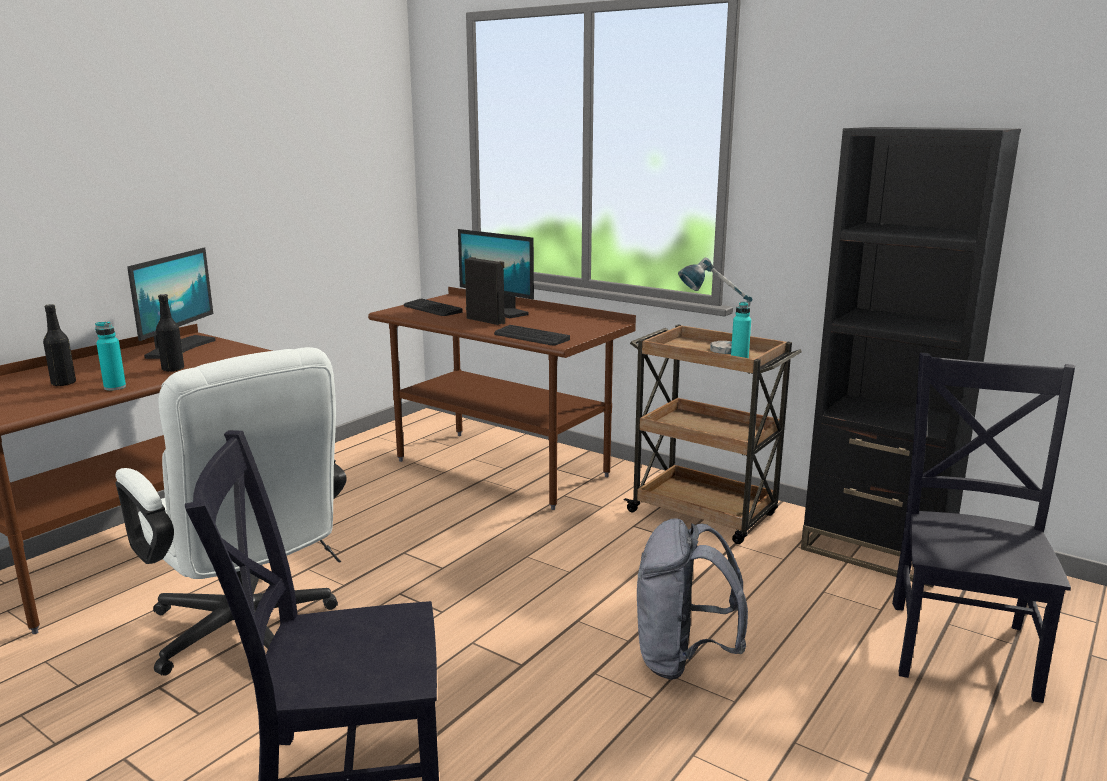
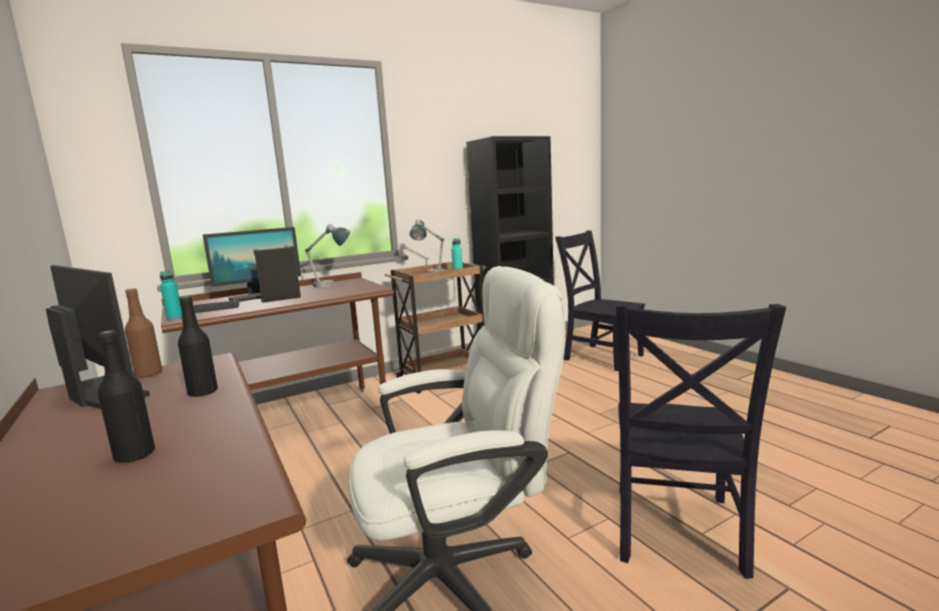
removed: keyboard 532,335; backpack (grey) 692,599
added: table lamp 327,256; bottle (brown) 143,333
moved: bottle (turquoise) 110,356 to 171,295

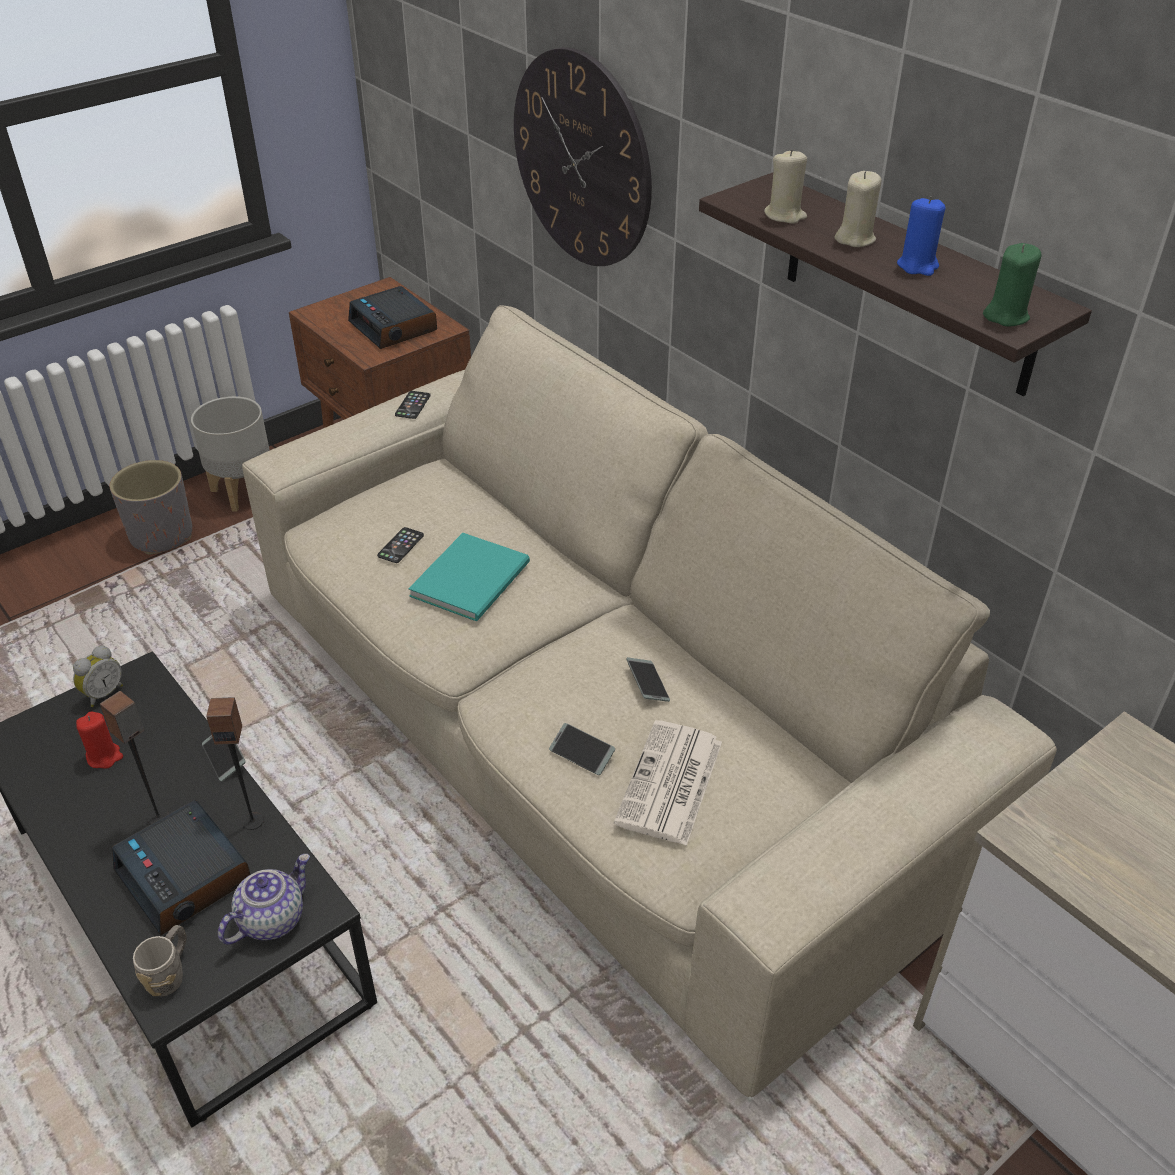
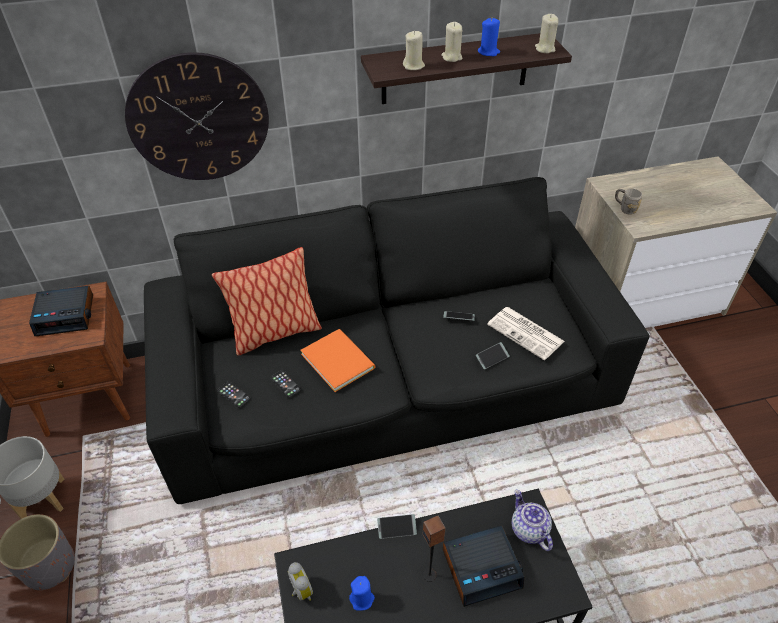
removed: speaker 235,763
added: pillow 267,301
moved: phone 413,405 to 234,394; mug (grey) 160,960 to 628,201
recoloured: candle (green) 1012,284 to candle (beige) 546,33; sofa (beige) 649,701 to sofa (black) 397,340; book (turquoise) 469,577 to book (orange) 337,360; candle (red) 99,740 to candle (blue) 362,593

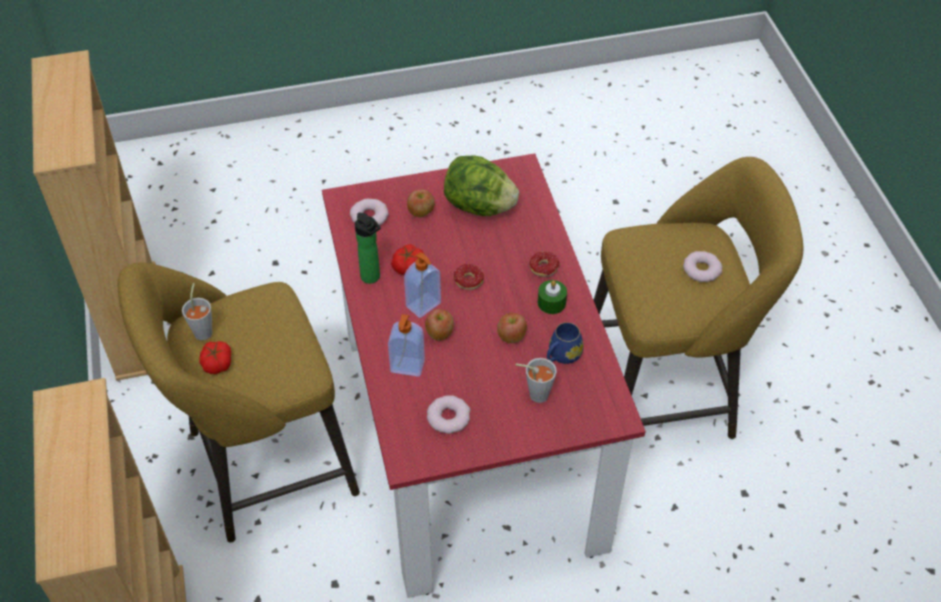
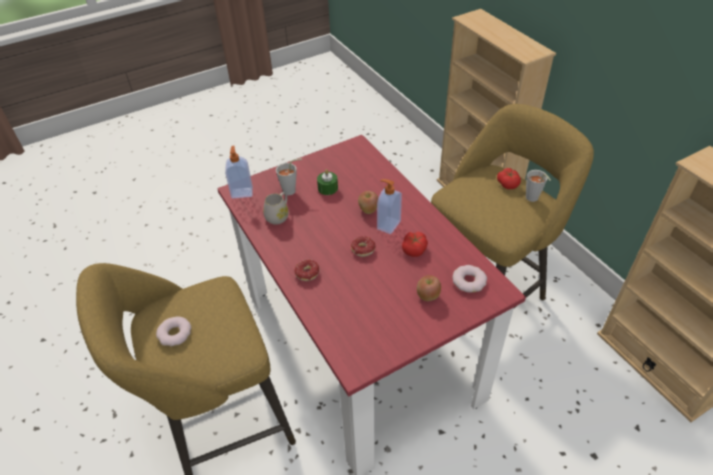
removed: lettuce 481,186; bottle 368,248; apple 512,327; donut 448,414
moved: candle (green) 552,297 to 327,182; soap dispenser 406,345 to 239,172
recoloured: mug (blue) 565,343 to mug (white) 276,208

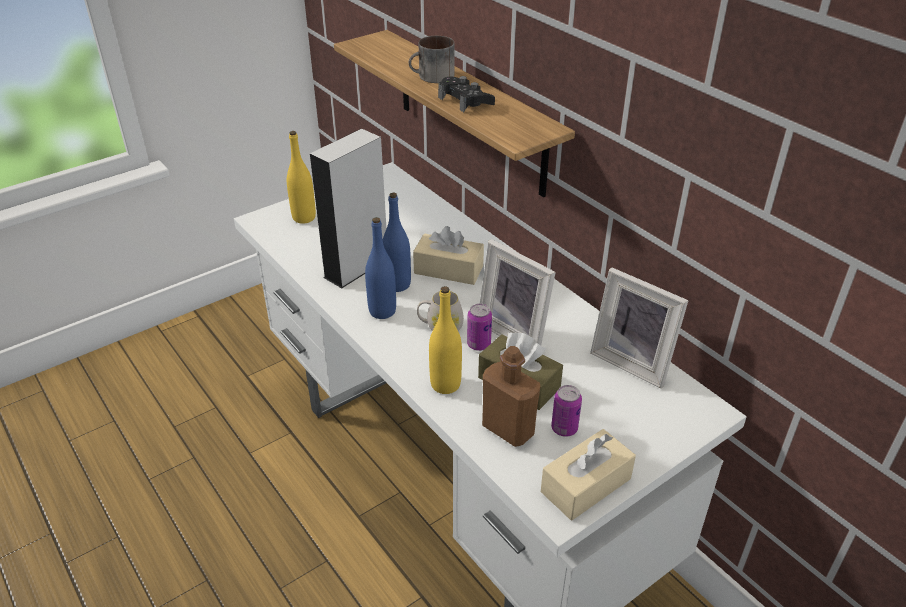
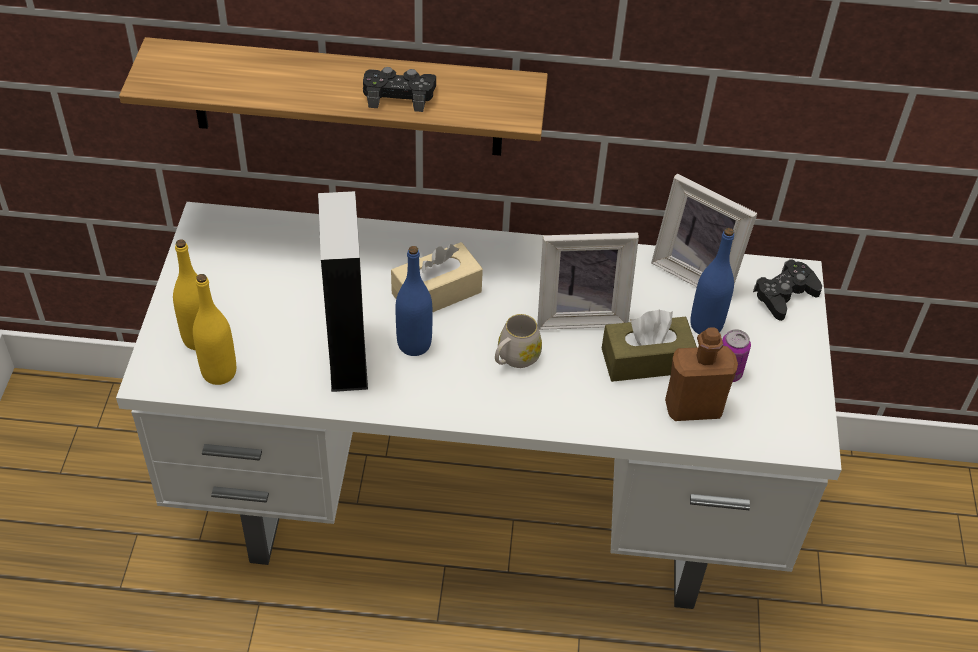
removed: mug 432,59; can 479,327; tissue box (beige) 588,474
added: game controller (black) 787,290
moved: bottle (blue) 380,268 to 712,281; bottle (yellow) 445,340 to 214,329
turned: picture frame 639,327 = 704,230 45 degrees clockwise

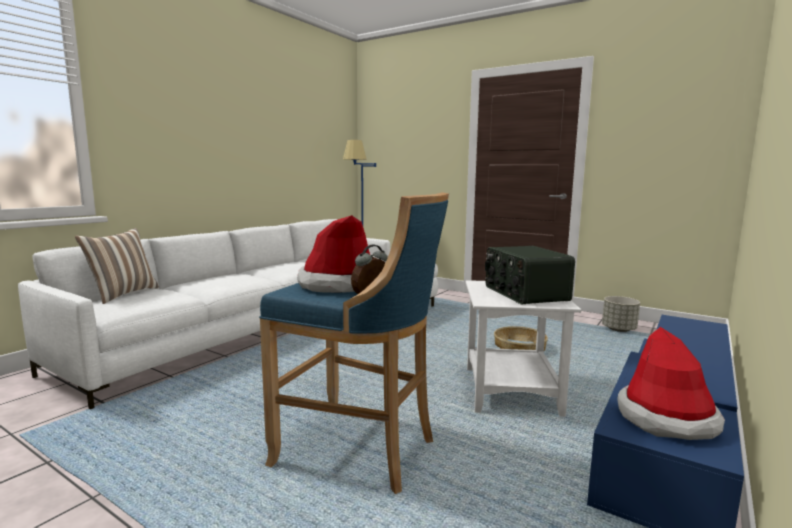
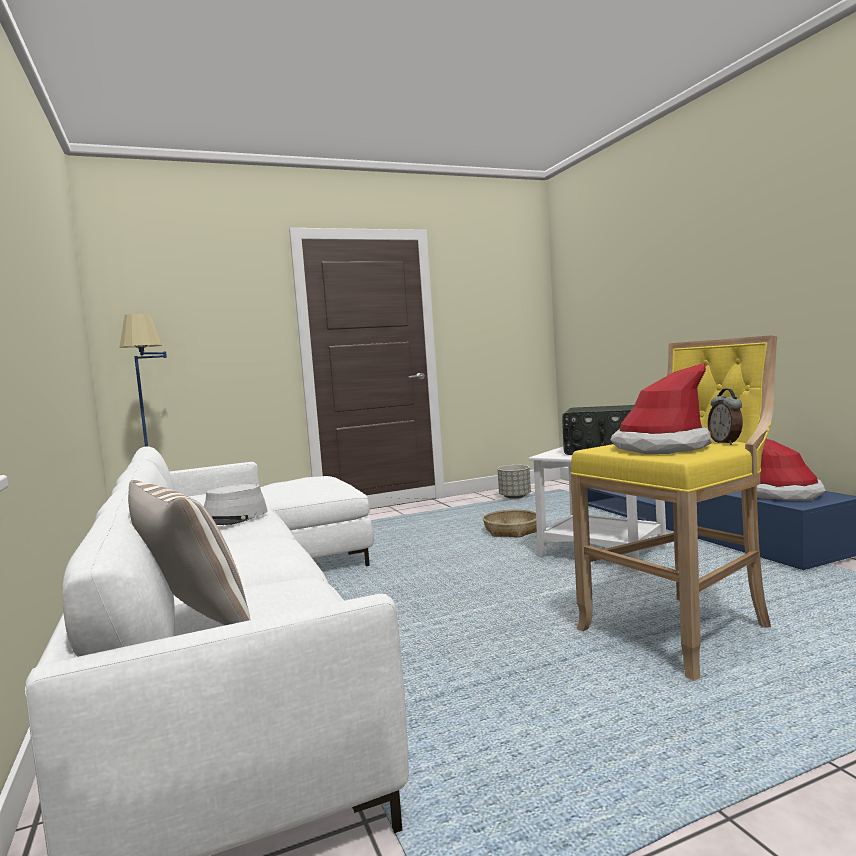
added: hat (grey) 236,504
recoloured: stool (blue) 354,343 to stool (yellow) 673,508

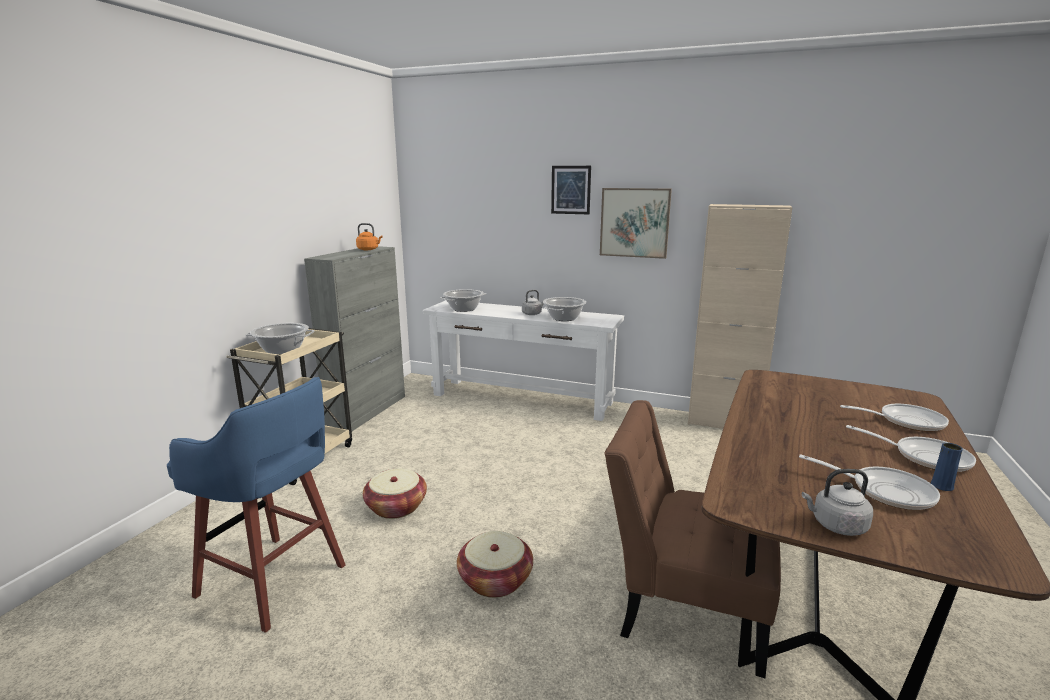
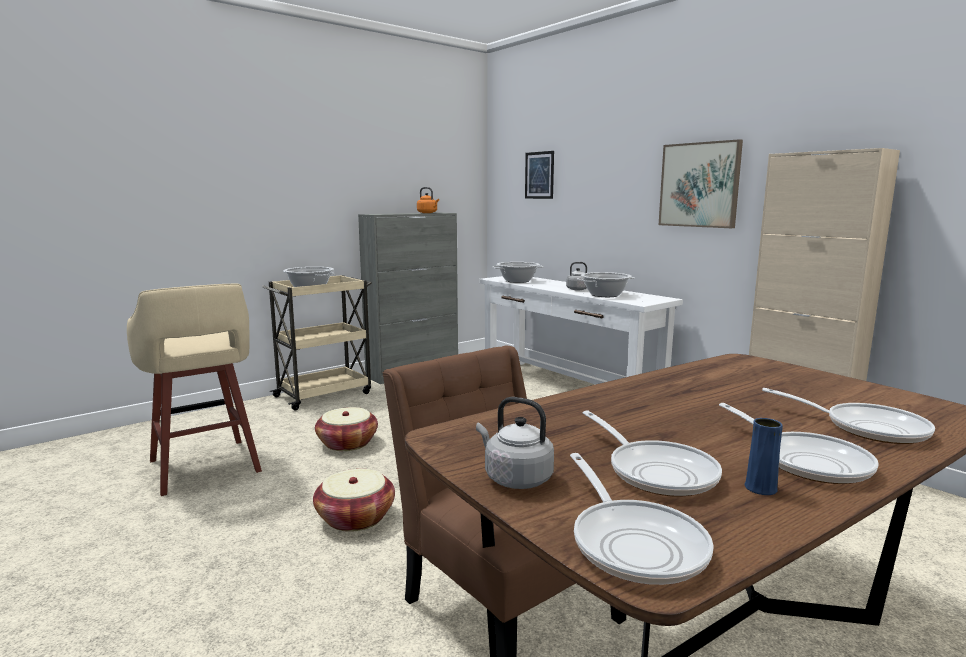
added: frying pan 642,519
moved: picture 571,190 to 539,175
recoloured: stool (blue) 256,505 to stool (beige) 194,390

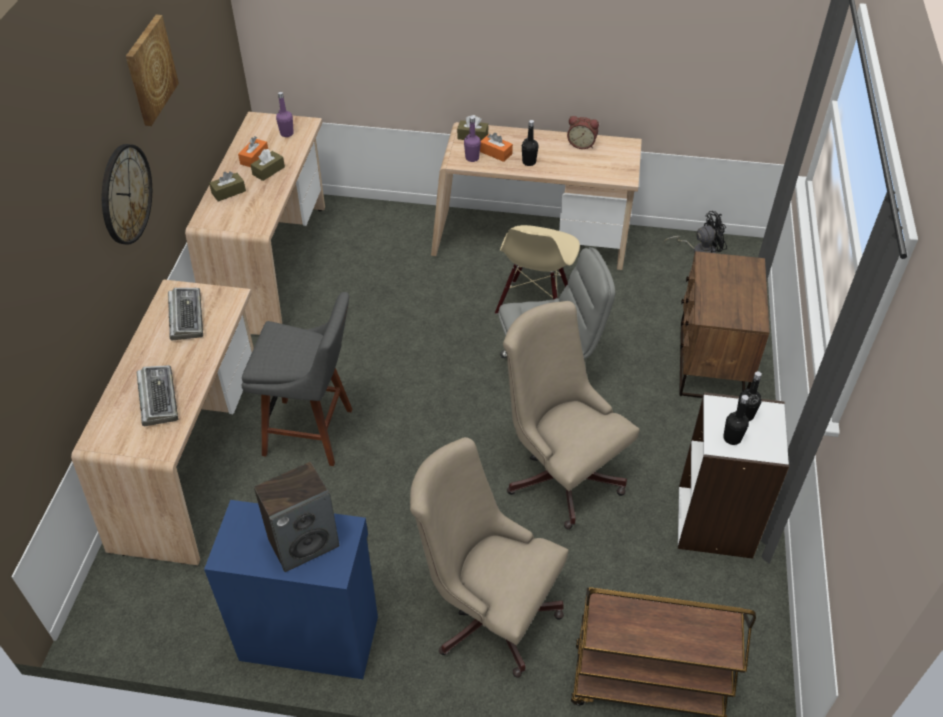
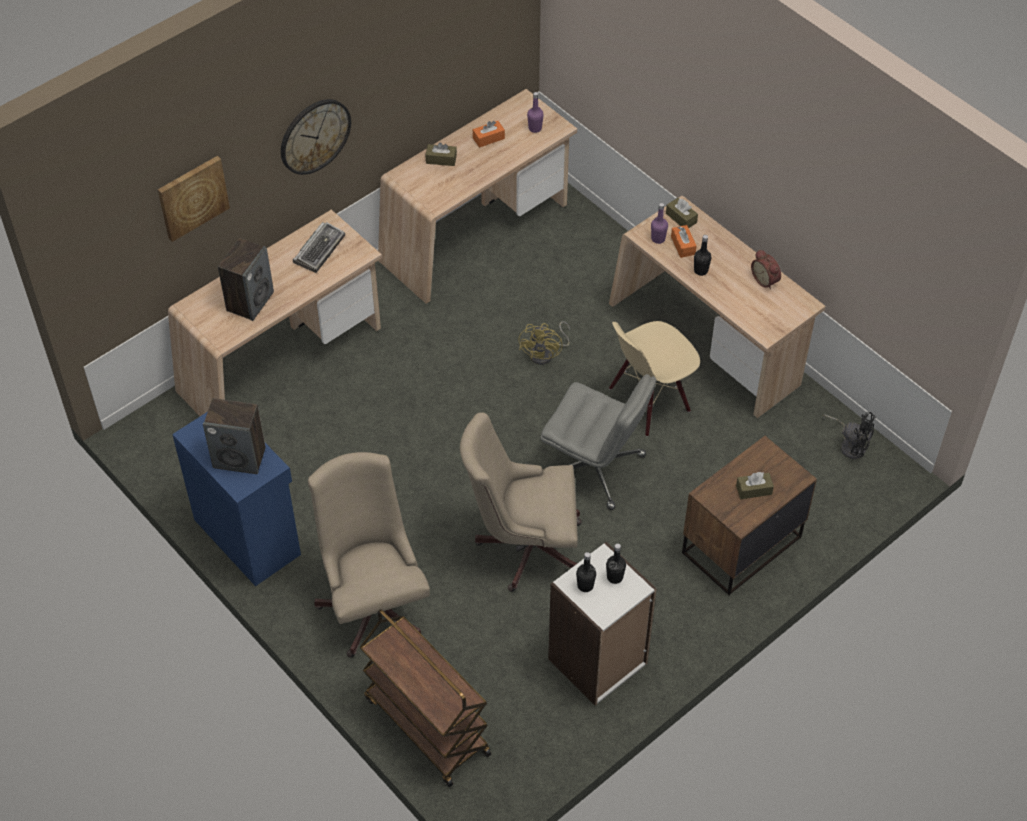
removed: stool (grey) 297,379
added: fan (yellow) 544,343
moved: picture 152,70 to 194,199; tissue box (brown) 267,165 to 755,485
replaced: keyboard 157,395 to speaker 246,279
turned: office chair (beige) 571,415 = 521,502 90 degrees counterclockwise

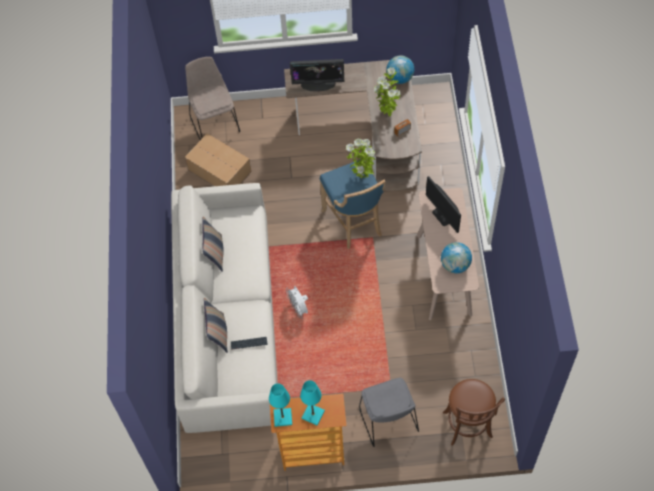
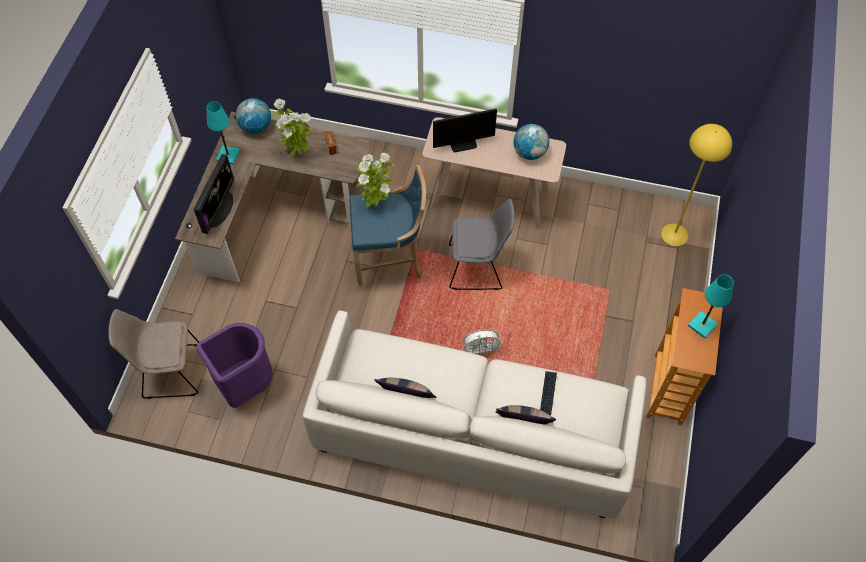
moved: chair (grey) 389,412 to 482,244; table lamp (turquoise) 280,405 to 223,133
replaced: cardboard box 218,159 to trash can (purple) 234,365; stool (brown) 474,412 to floor lamp (yellow) 696,185

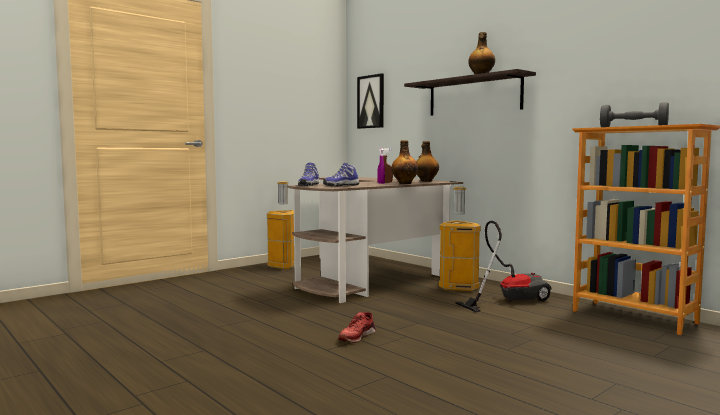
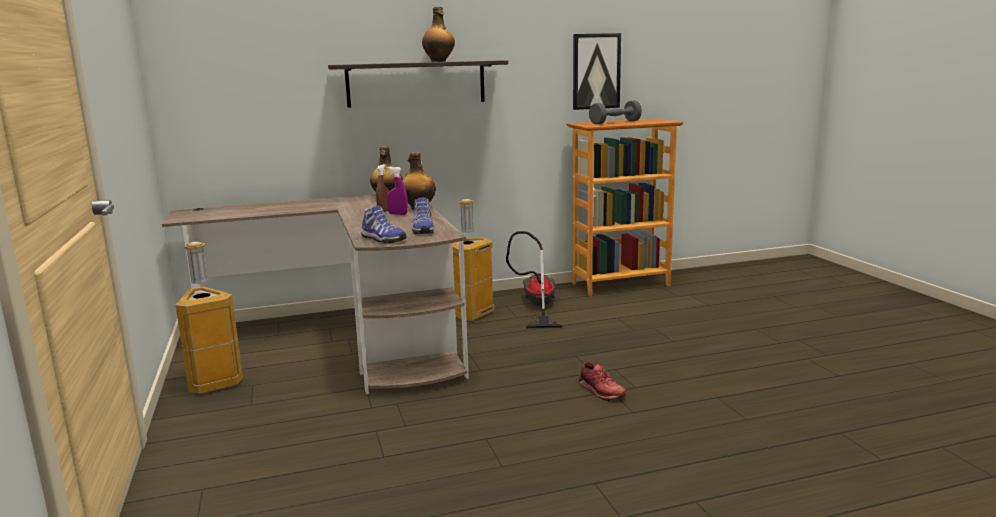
moved: picture 370,101 to 597,71

